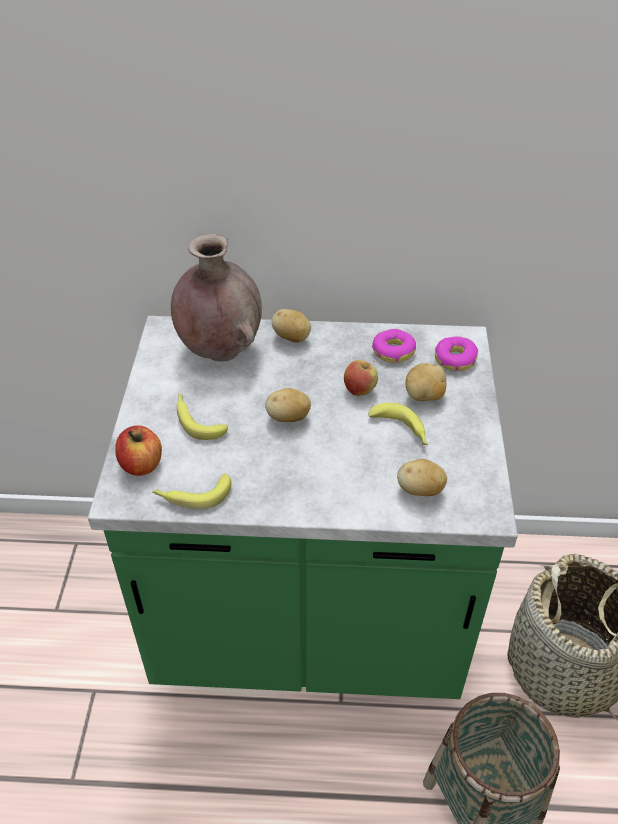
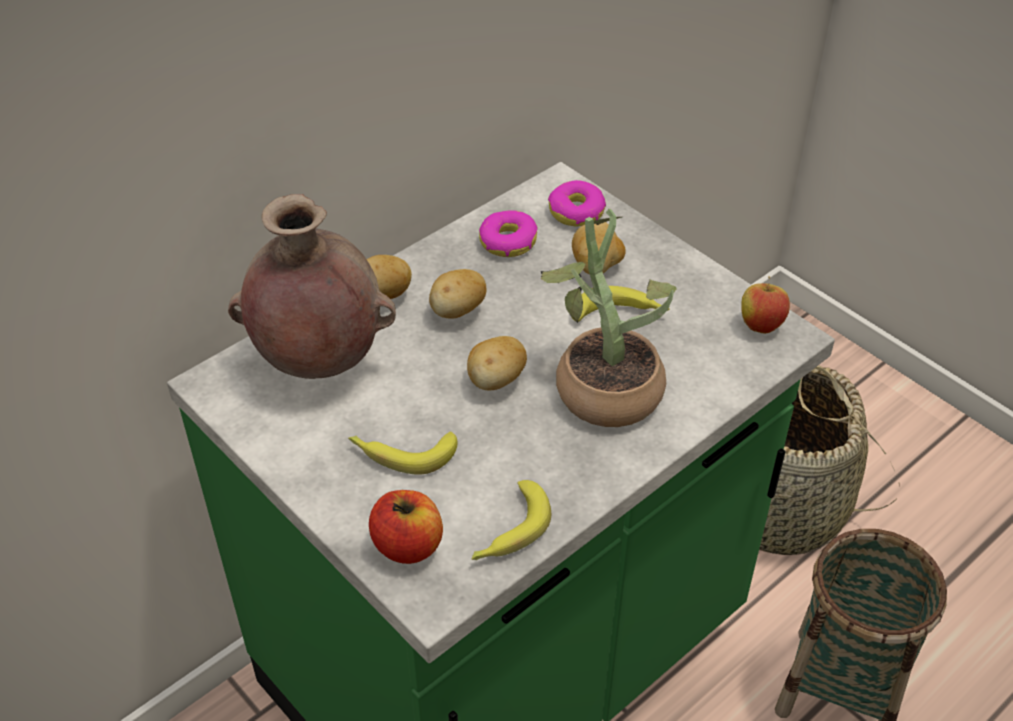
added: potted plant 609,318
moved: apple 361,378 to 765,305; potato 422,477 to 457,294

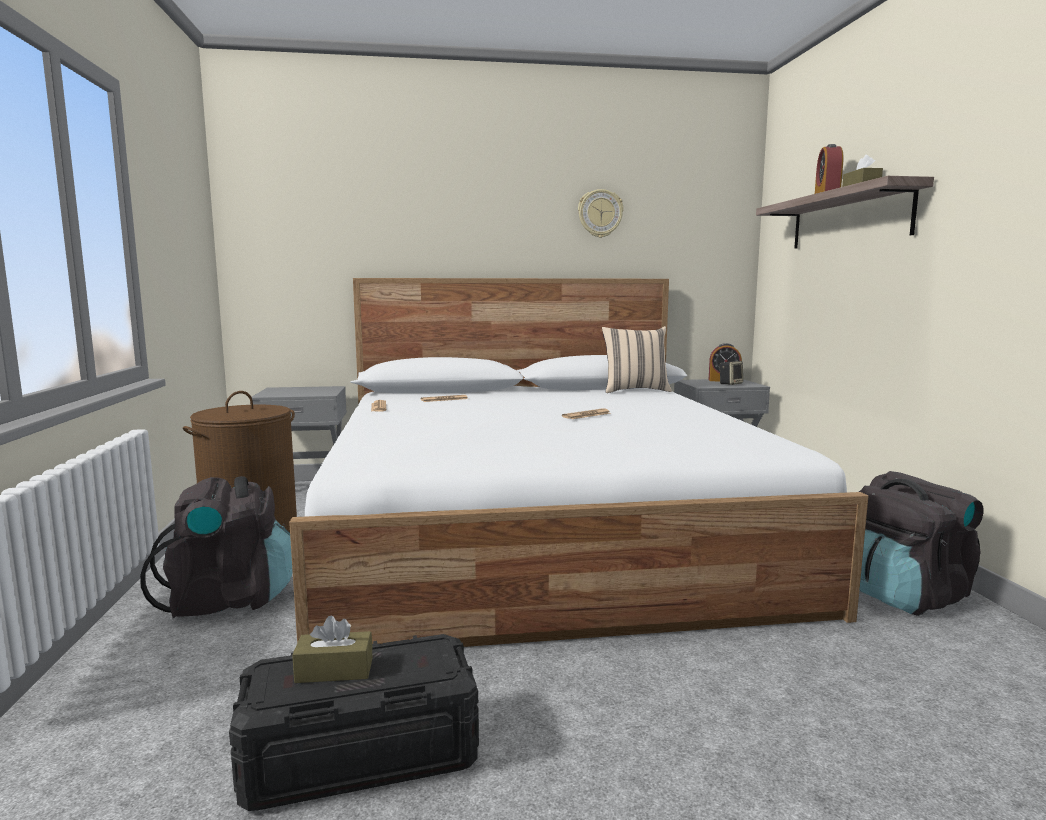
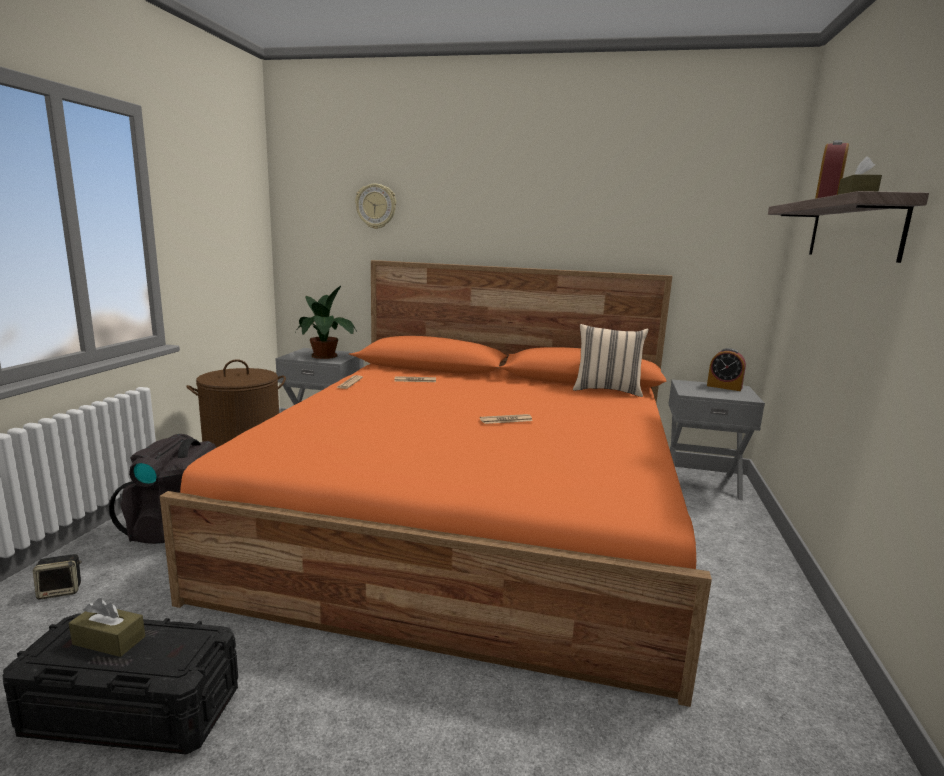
removed: backpack (black) 921,543
added: potted plant 327,322
moved: wall clock 601,213 to 375,206; speaker 731,373 to 57,577
recoloured: bed (white) 578,462 to bed (orange) 436,483

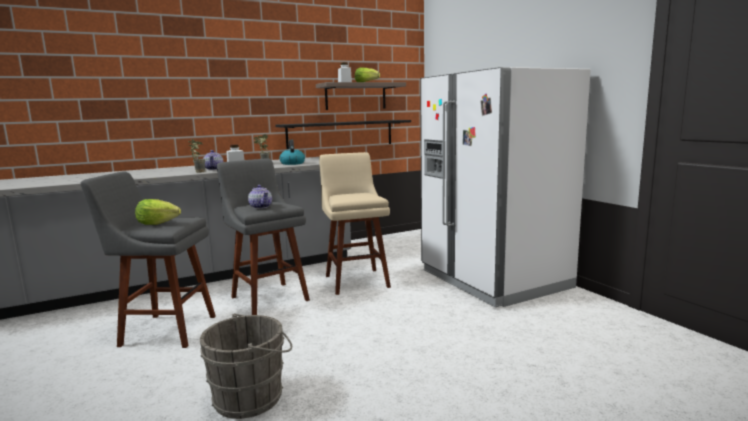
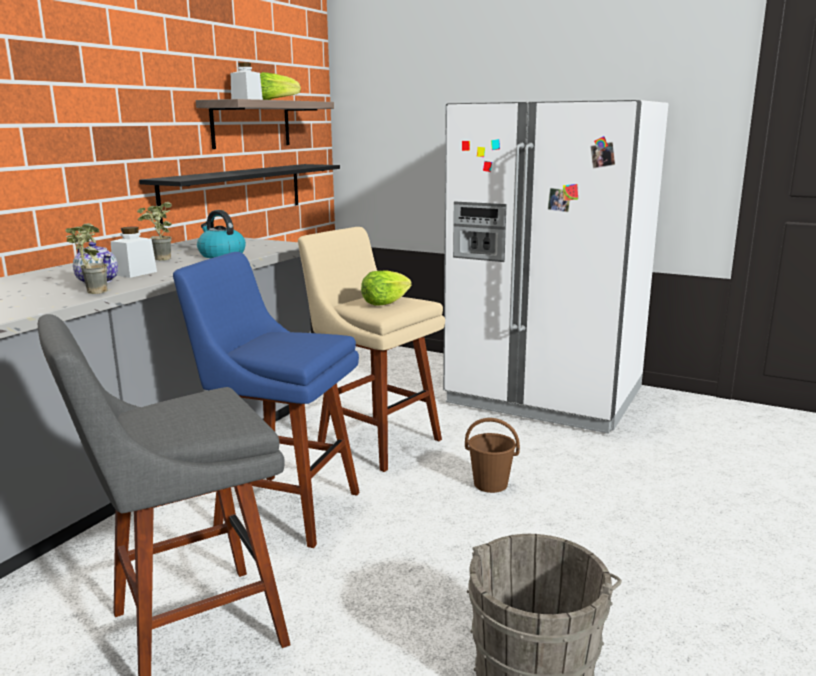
removed: teapot 260,197
added: bucket (brown) 492,455
moved: lettuce 158,212 to 386,288
recoloured: stool (grey) 263,236 to stool (blue) 266,400

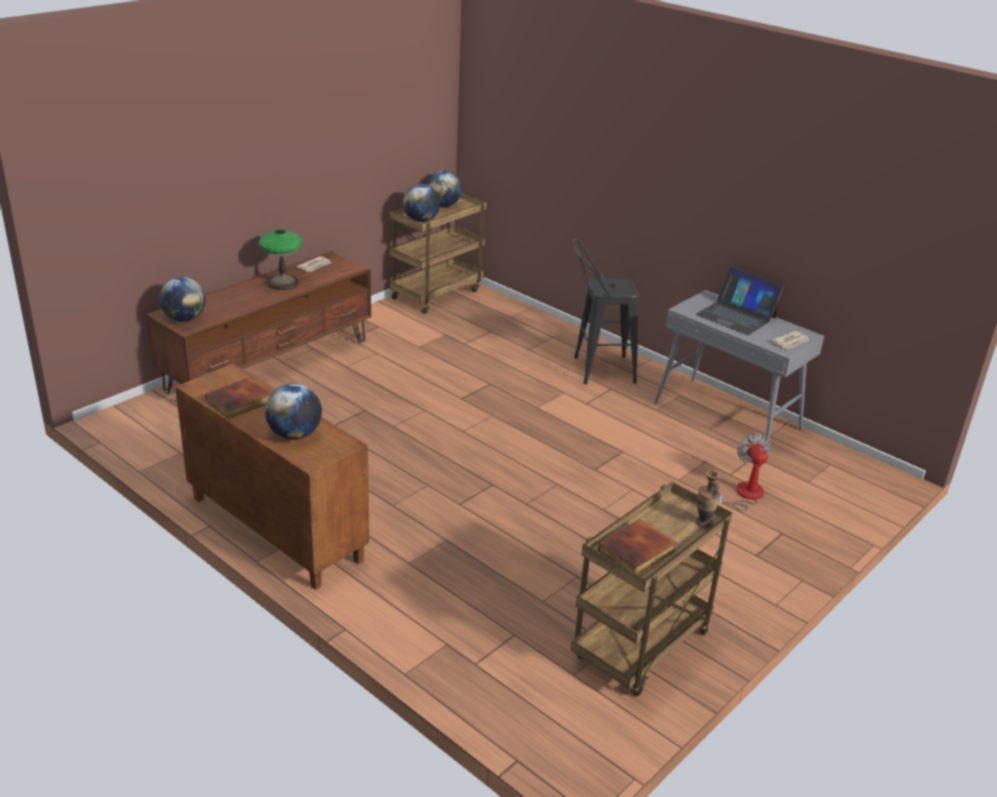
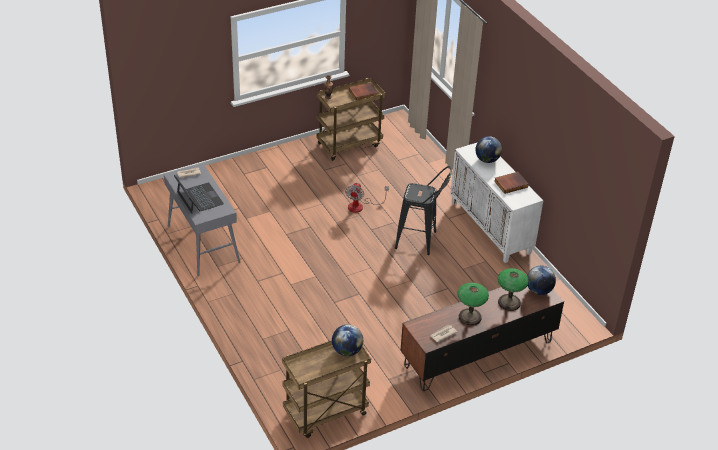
removed: globe 444,189
added: table lamp 513,289
moved: stool (black) 606,311 to 423,210; fan 744,472 to 367,198
recoloured: cabinet (brown) 272,477 to cabinet (white) 496,202

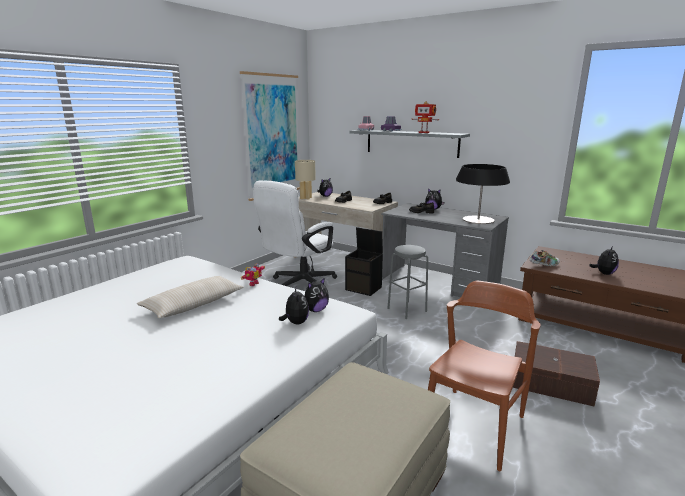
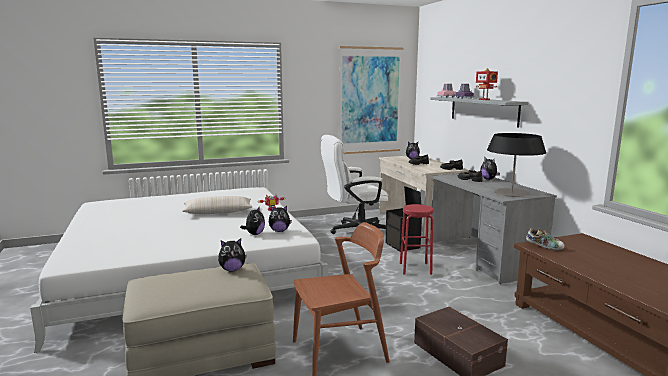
removed: table lamp (beige) 305,180
moved: plush toy 604,260 to 232,254
recoloured: stool (grey) 407,282 to stool (red) 416,239

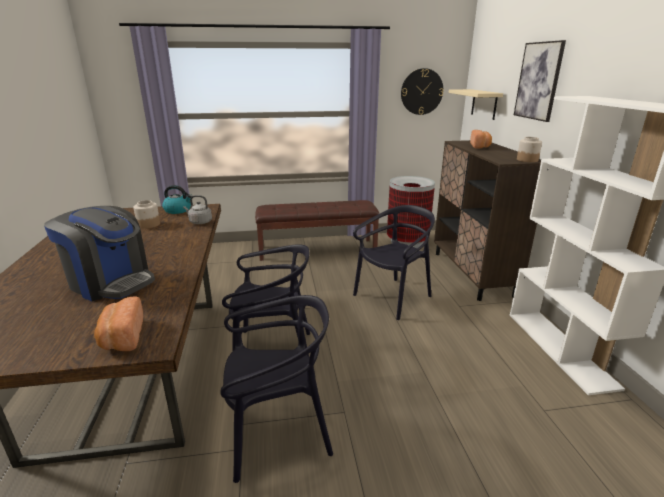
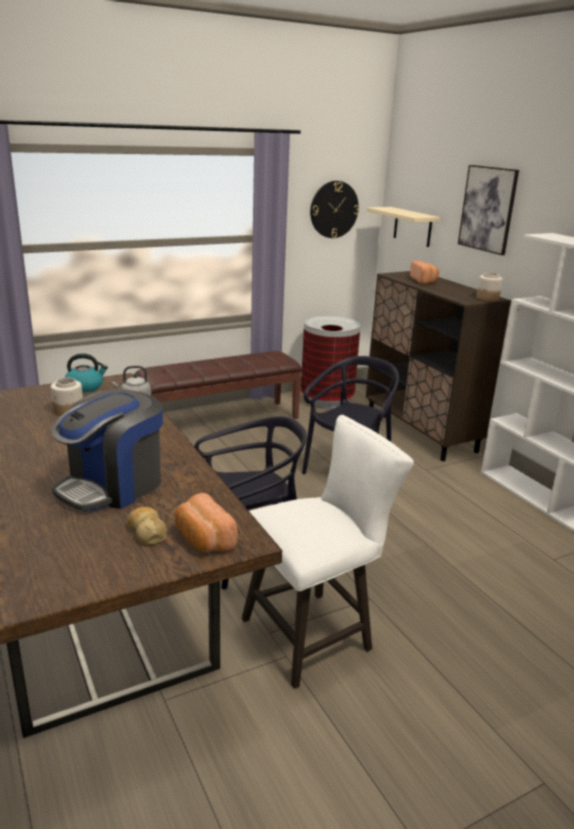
added: bread 147,526
replaced: chair (black) 276,389 to stool (white) 328,552
turned: coffee machine 99,253 = 107,450 120 degrees clockwise

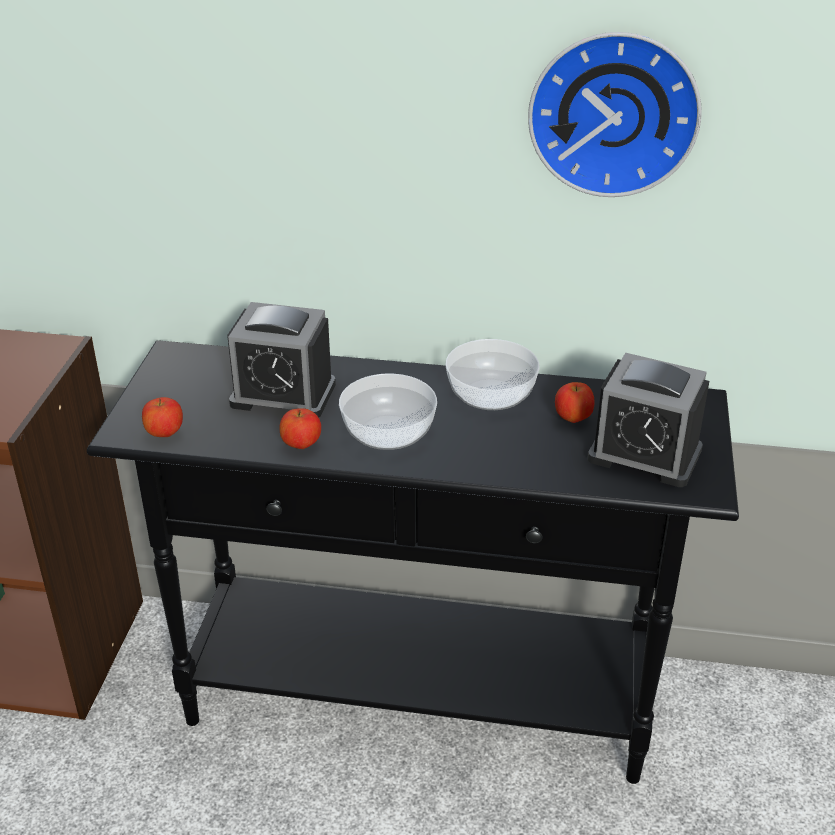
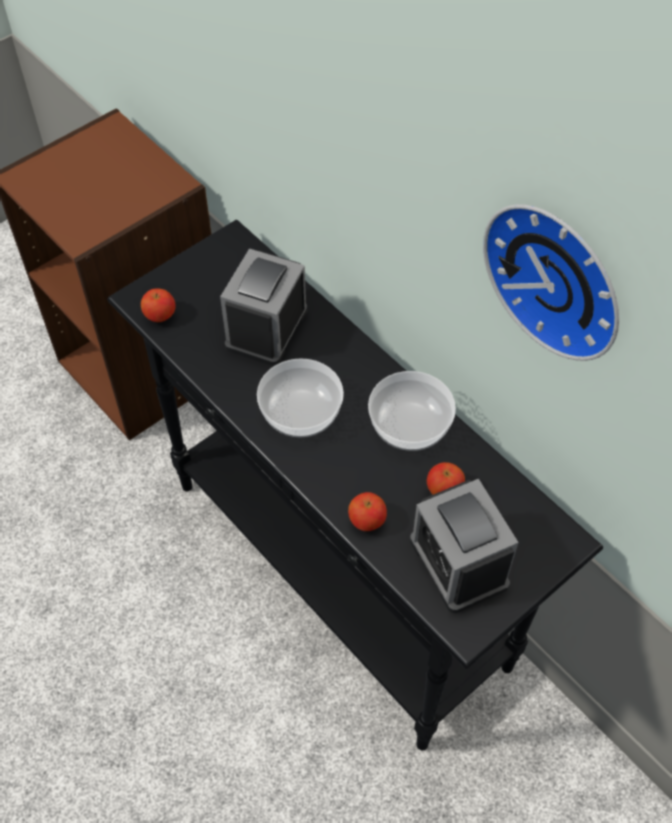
moved: apple 300,428 to 367,511
turned: alarm clock 281,359 = 263,307 60 degrees clockwise

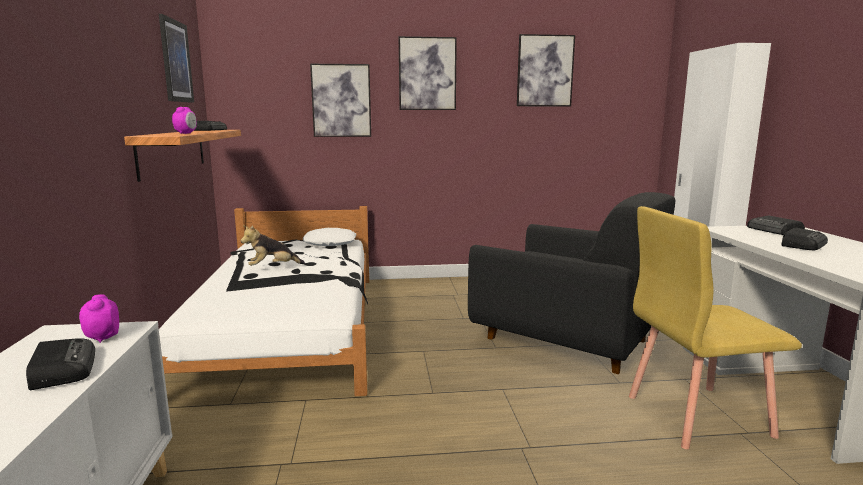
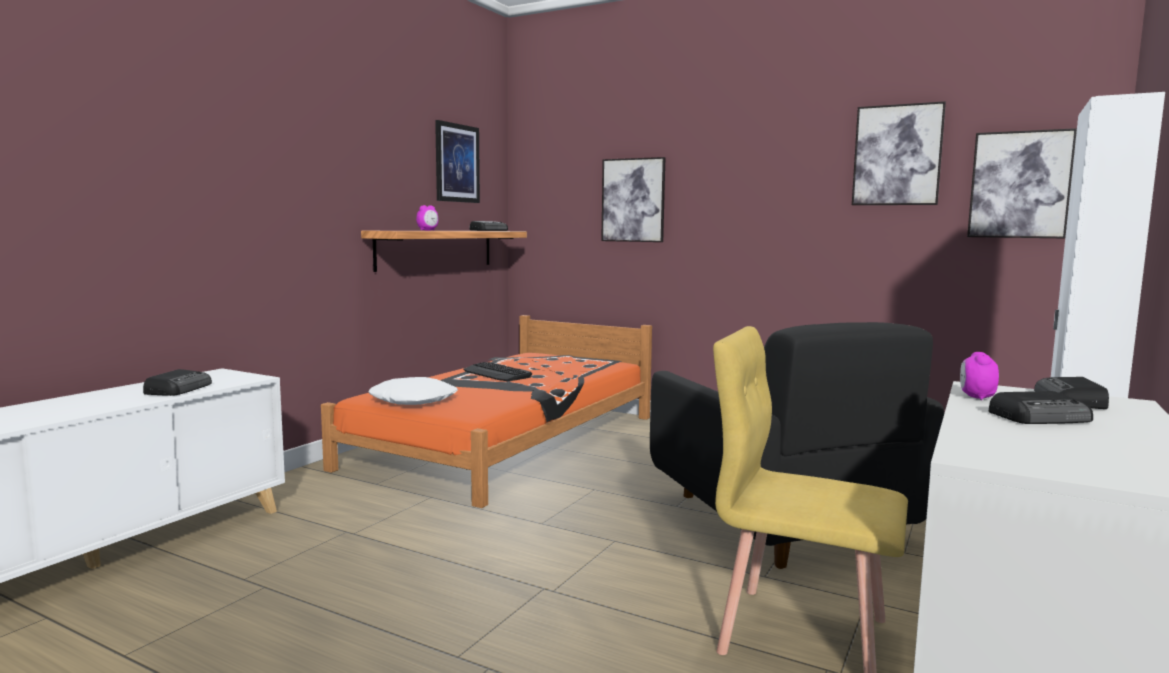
moved: picture 428,73 to 1022,183; pillow (white) 329,237 to 413,391; alarm clock 99,318 to 979,376
replaced: plush toy 273,245 to keyboard 497,371
recoloured: bed (white) 264,301 to bed (orange) 486,411

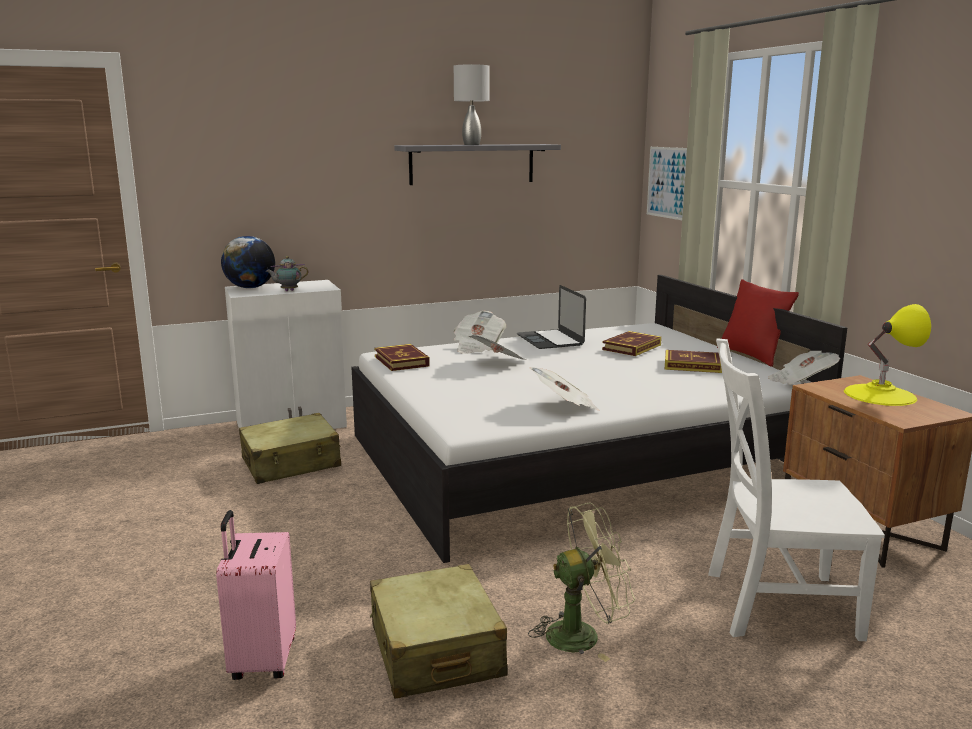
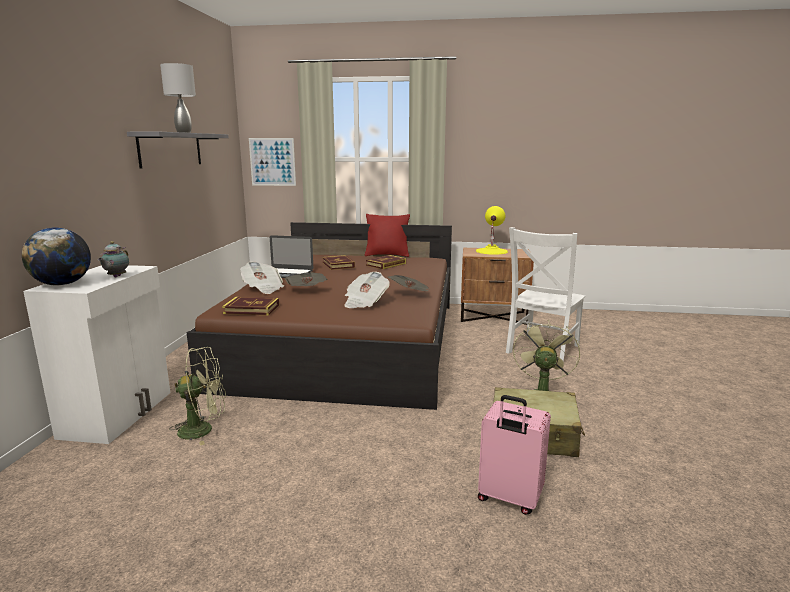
moved: newspaper 804,368 to 367,290
replaced: suitcase (beige) 290,448 to fan (green) 197,396
recoloured: bed (white) 599,419 to bed (brown) 319,316

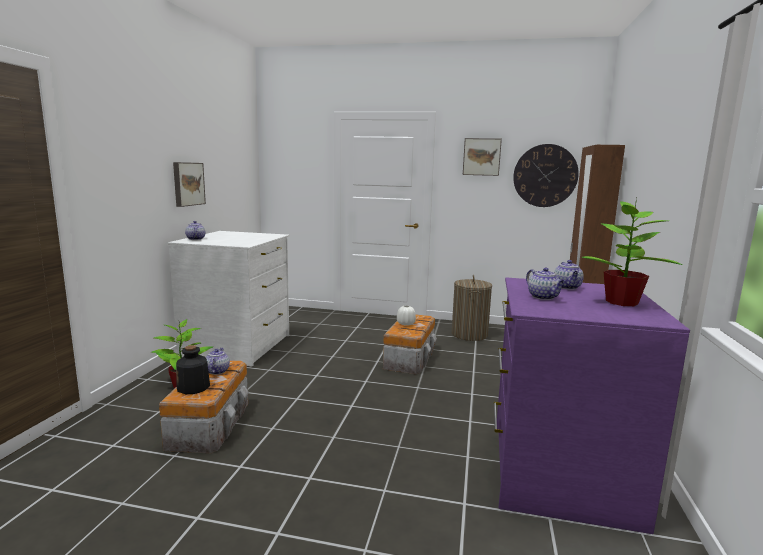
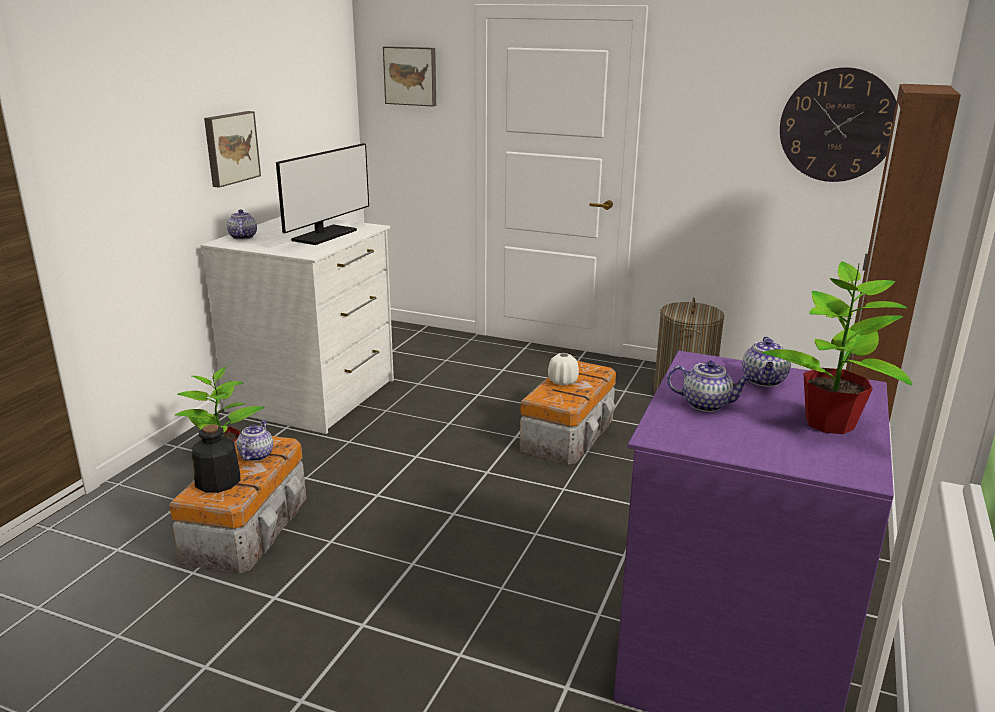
added: monitor 322,194
moved: picture 482,157 to 409,76
turned: teapot 545,284 = 709,386 60 degrees counterclockwise

